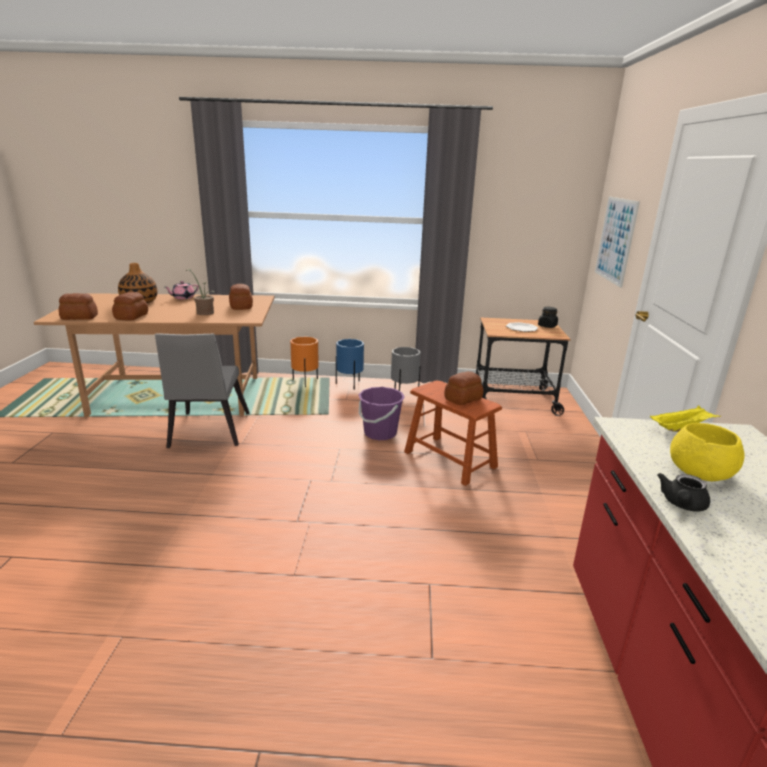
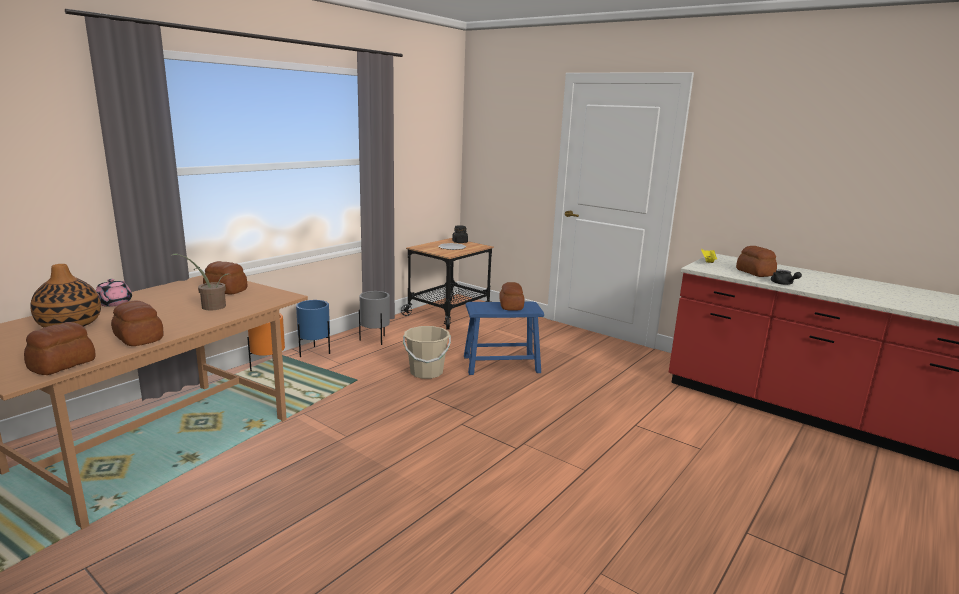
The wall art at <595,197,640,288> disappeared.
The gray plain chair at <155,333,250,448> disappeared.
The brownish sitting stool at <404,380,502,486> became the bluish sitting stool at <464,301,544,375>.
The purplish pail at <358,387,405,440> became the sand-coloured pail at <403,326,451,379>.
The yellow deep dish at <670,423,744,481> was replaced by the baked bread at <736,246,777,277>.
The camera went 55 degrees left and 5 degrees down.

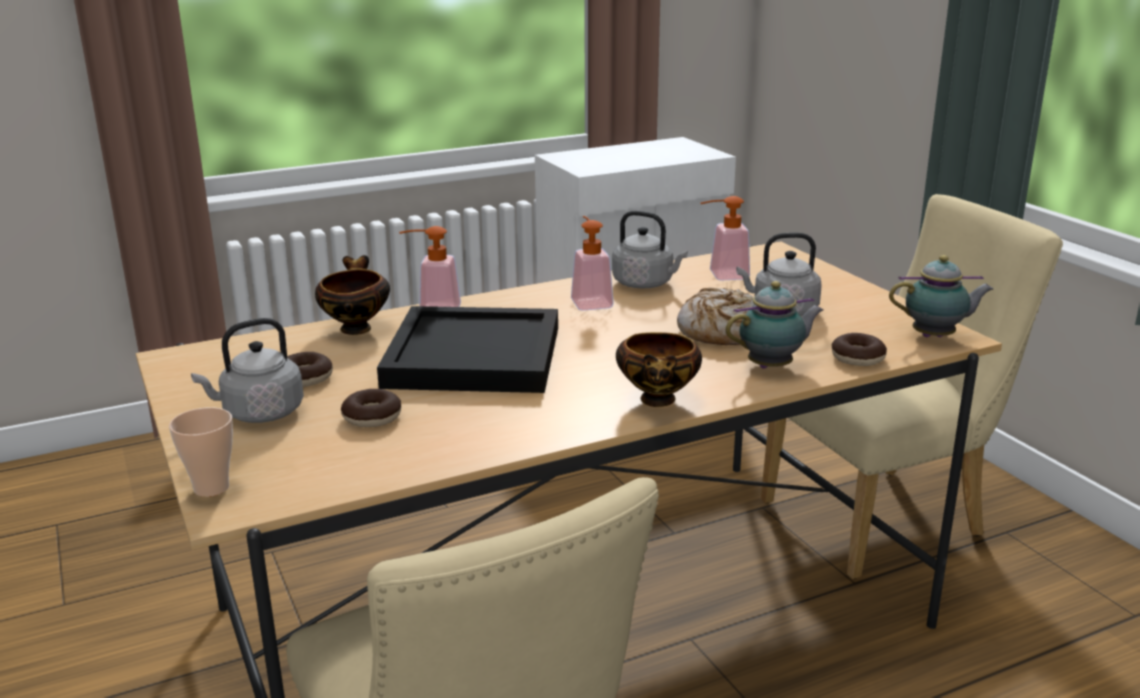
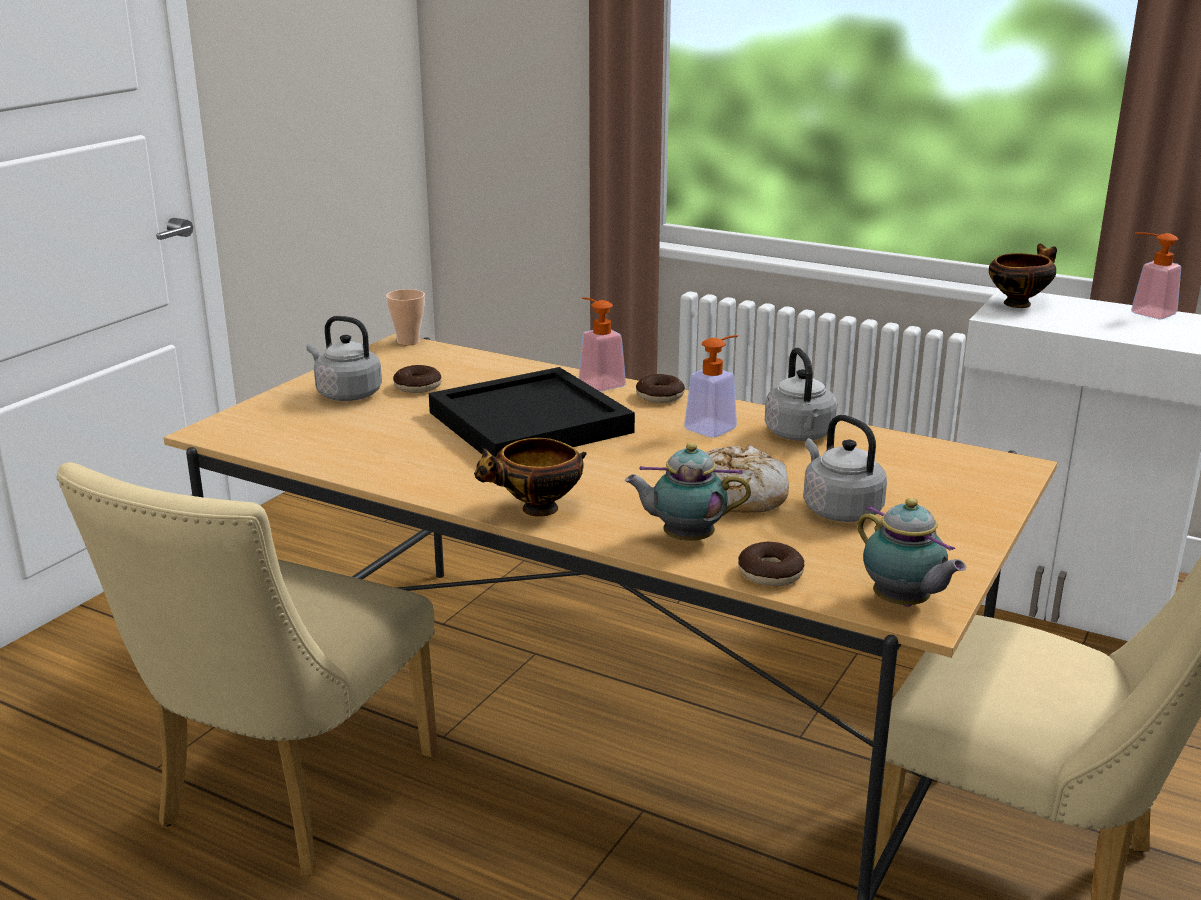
The soap bottle moved from <700,196,750,281> to <1131,233,1181,320>.
The deep dish moved from <315,255,390,335> to <989,244,1057,308>.
The pot for tea at <725,281,824,369> turned 150 degrees clockwise.
The ring doughnut moved from <341,389,401,427> to <636,374,685,403>.
The drinking cup moved from <169,407,233,497> to <386,289,425,345>.
The camera went 55 degrees right and 0 degrees up.

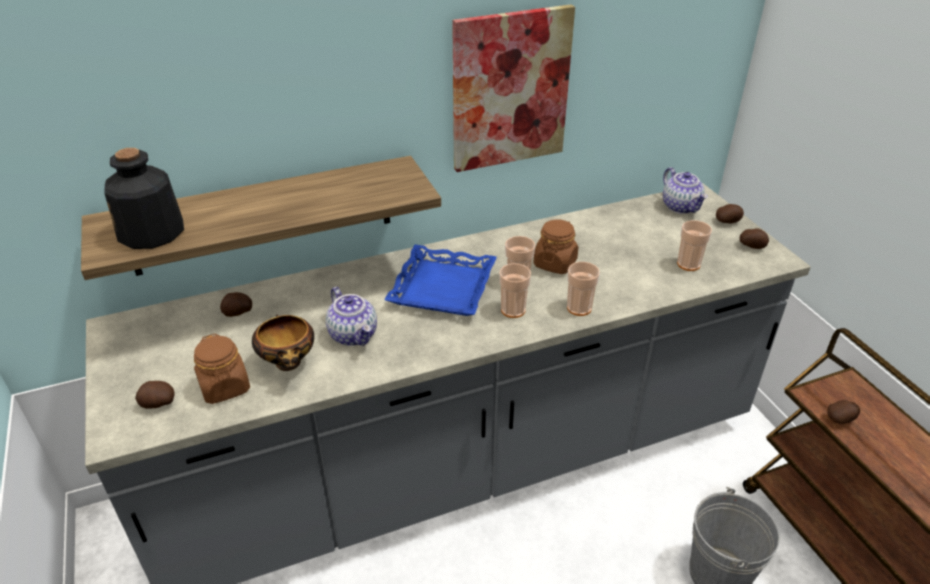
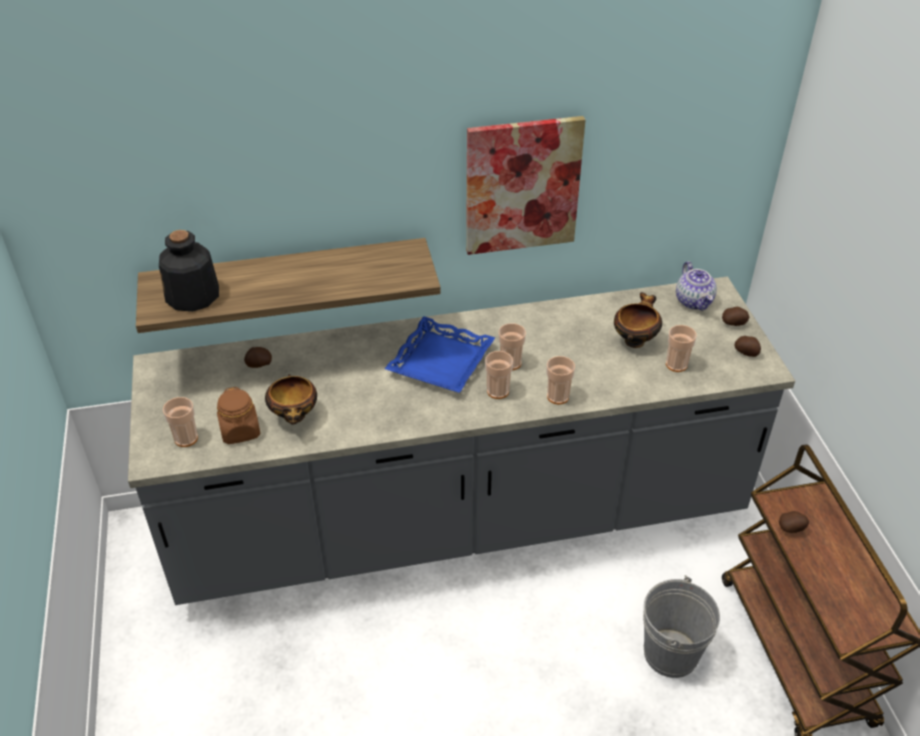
The brownish preserve jar at <533,220,578,274> disappeared.
The pot for tea at <326,287,377,346> disappeared.
The whole potato at <135,381,175,409> was replaced by the drinking cup at <163,397,198,447>.
The deep dish at <614,292,662,348> appeared.
The camera went 10 degrees right and 5 degrees up.

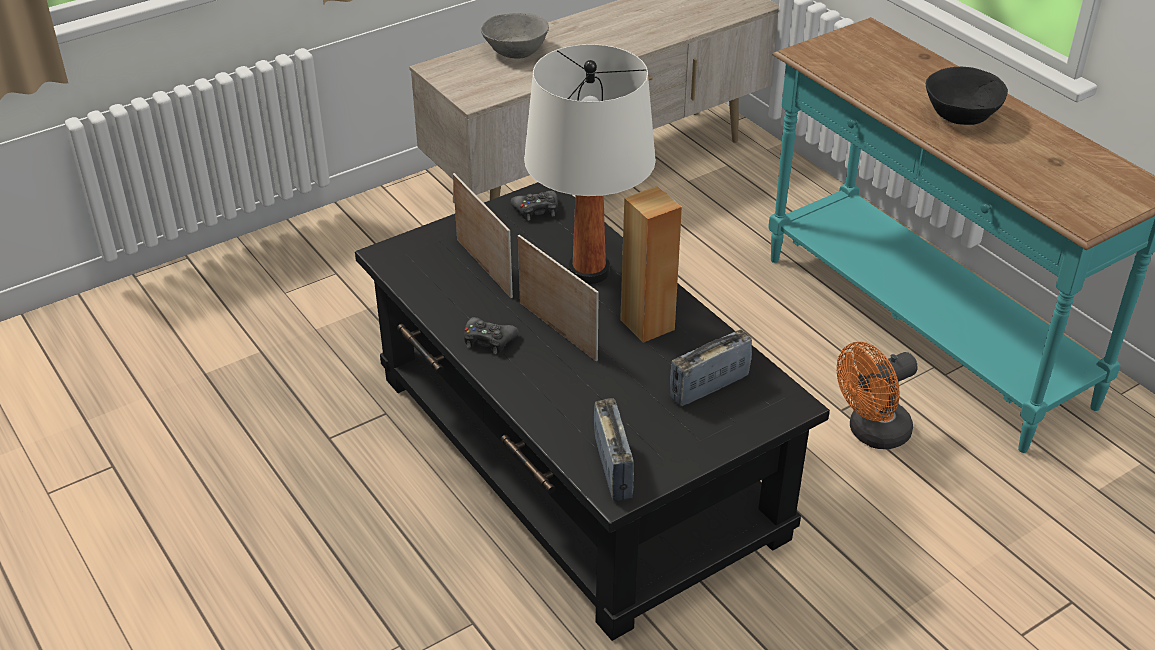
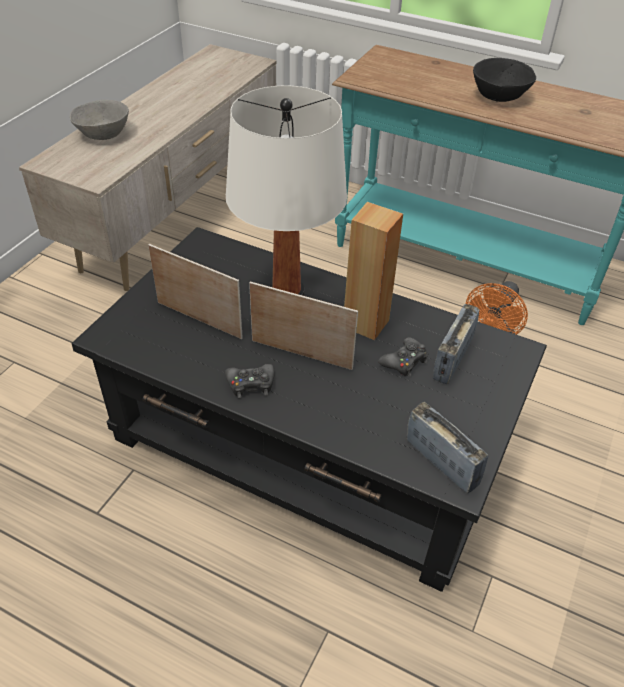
The black gamepad moved from <511,191,558,221> to <378,337,428,377>.
The camera went 30 degrees left and 5 degrees up.

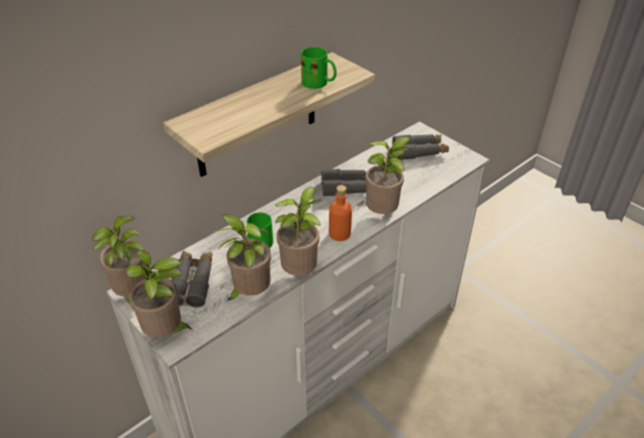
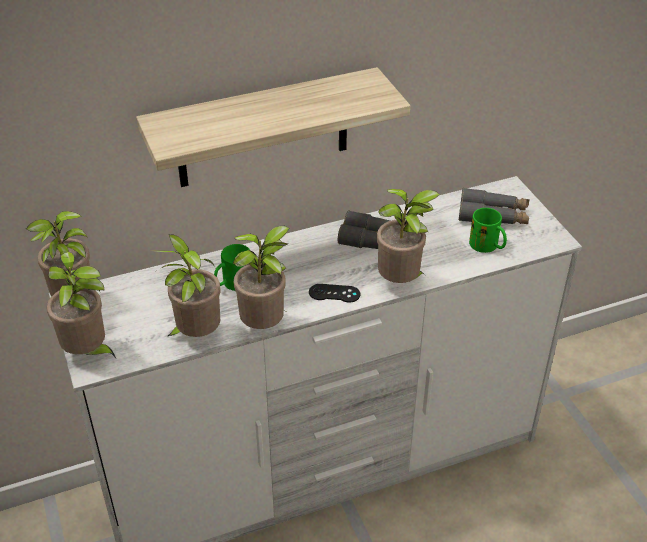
The green-coloured coffee mug moved from <301,47,336,89> to <469,208,507,253>.
The orange-coloured drink bottle at <329,185,352,241> was replaced by the black gamepad at <309,284,360,303>.
The gray field glasses at <171,251,213,308> disappeared.
The camera went 20 degrees right and 0 degrees up.

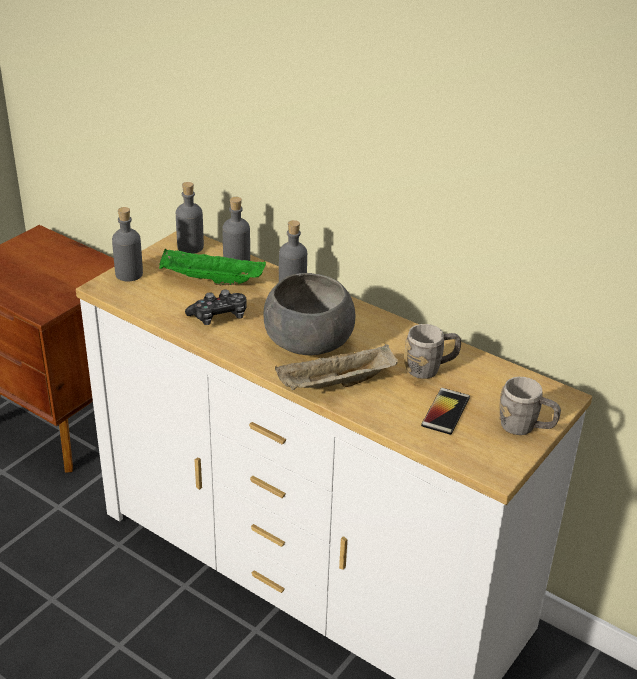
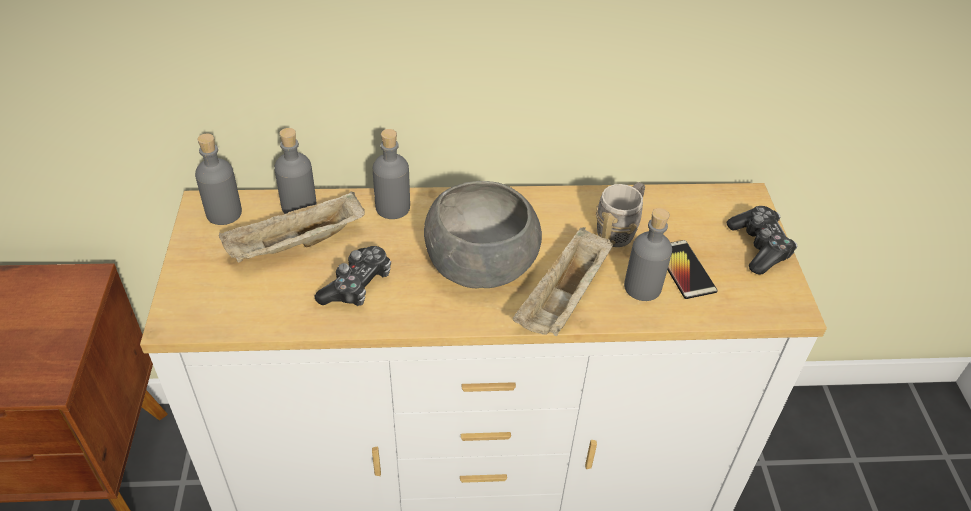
The gray drink bottle moved from <112,207,143,281> to <624,208,672,301>.
The green-coloured serving tray at <159,248,266,285> became the sand-coloured serving tray at <219,191,365,263>.
The gray coffee mug at <499,377,561,435> was replaced by the gamepad at <726,206,798,274>.
The camera went 40 degrees left and 10 degrees up.

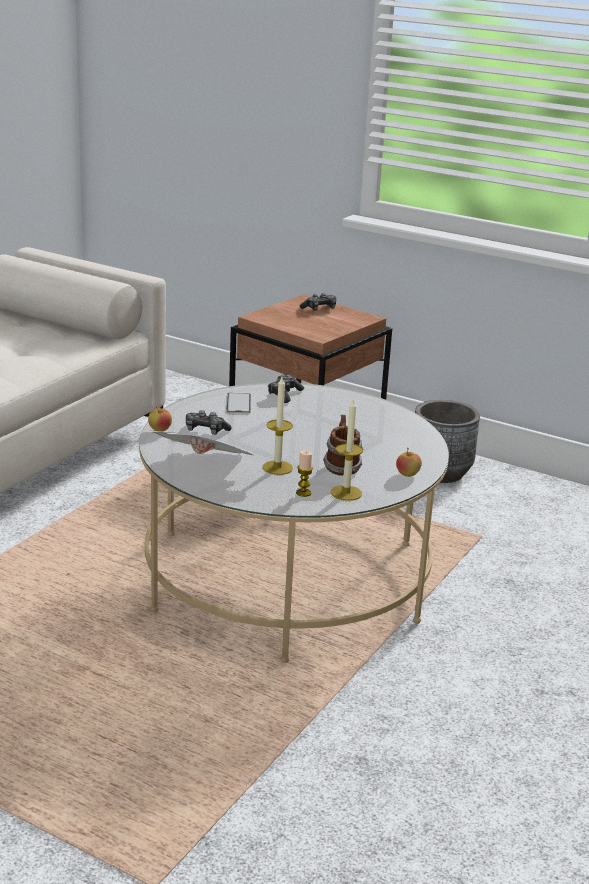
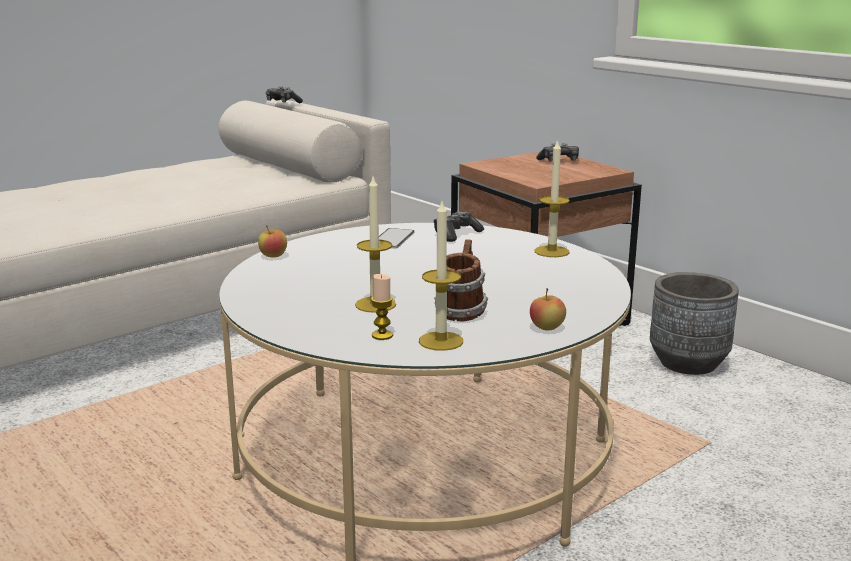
The gamepad moved from <186,410,232,435> to <266,86,303,103>.
The daily paper at <142,430,253,455> disappeared.
The wax light at <535,139,570,257> appeared.
The camera went 20 degrees right and 5 degrees down.

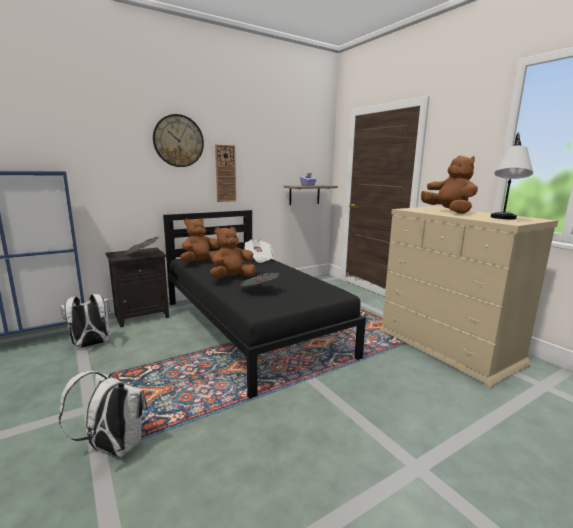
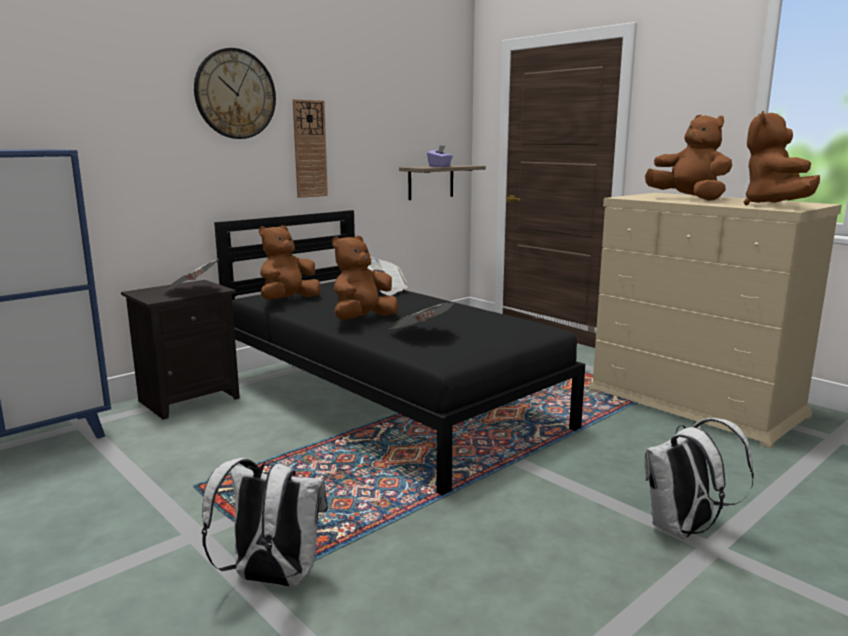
The tabletop lamp at <491,132,533,219> was replaced by the brownish soft toy at <744,111,820,205>.
The whitish rucksack moved from <60,294,110,348> to <644,418,754,539>.
The camera went 10 degrees left and 0 degrees up.

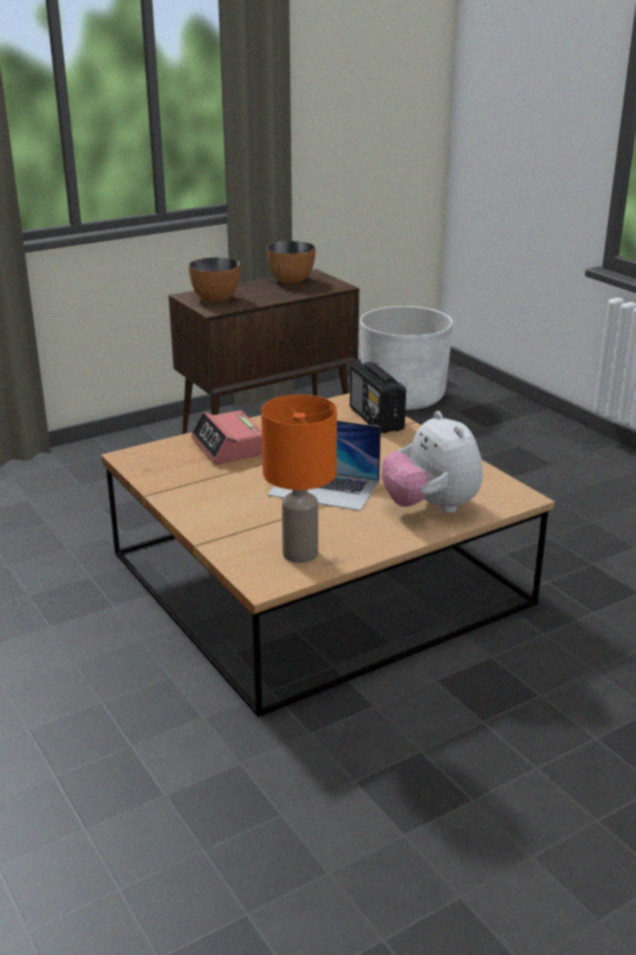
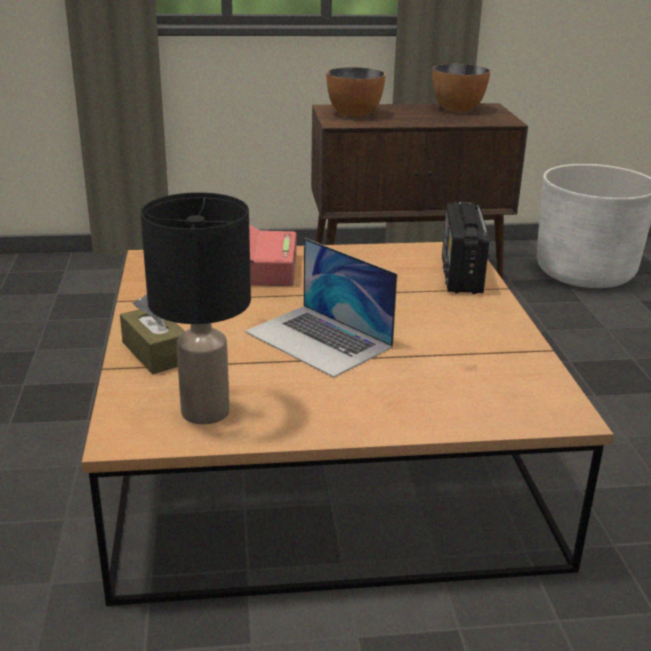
The orange-coloured tabletop lamp at <261,394,337,563> became the black tabletop lamp at <140,192,251,424>.
The soft toy at <382,411,483,513> disappeared.
The brownish tissue holder at <120,295,185,374> appeared.
The camera went 25 degrees right and 0 degrees up.

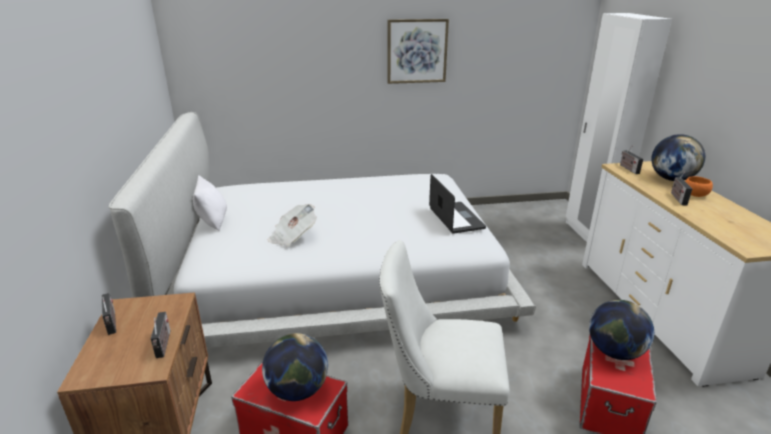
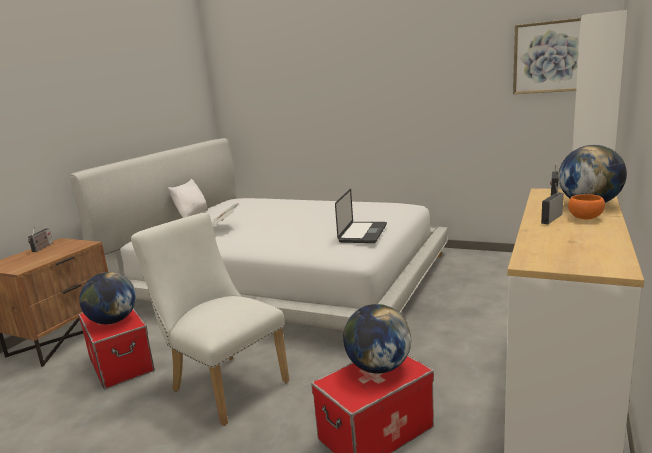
The wall art moved from <387,19,449,84> to <513,18,581,94>.
The radio set at <151,312,171,358> disappeared.
The camera went 35 degrees right and 10 degrees down.

